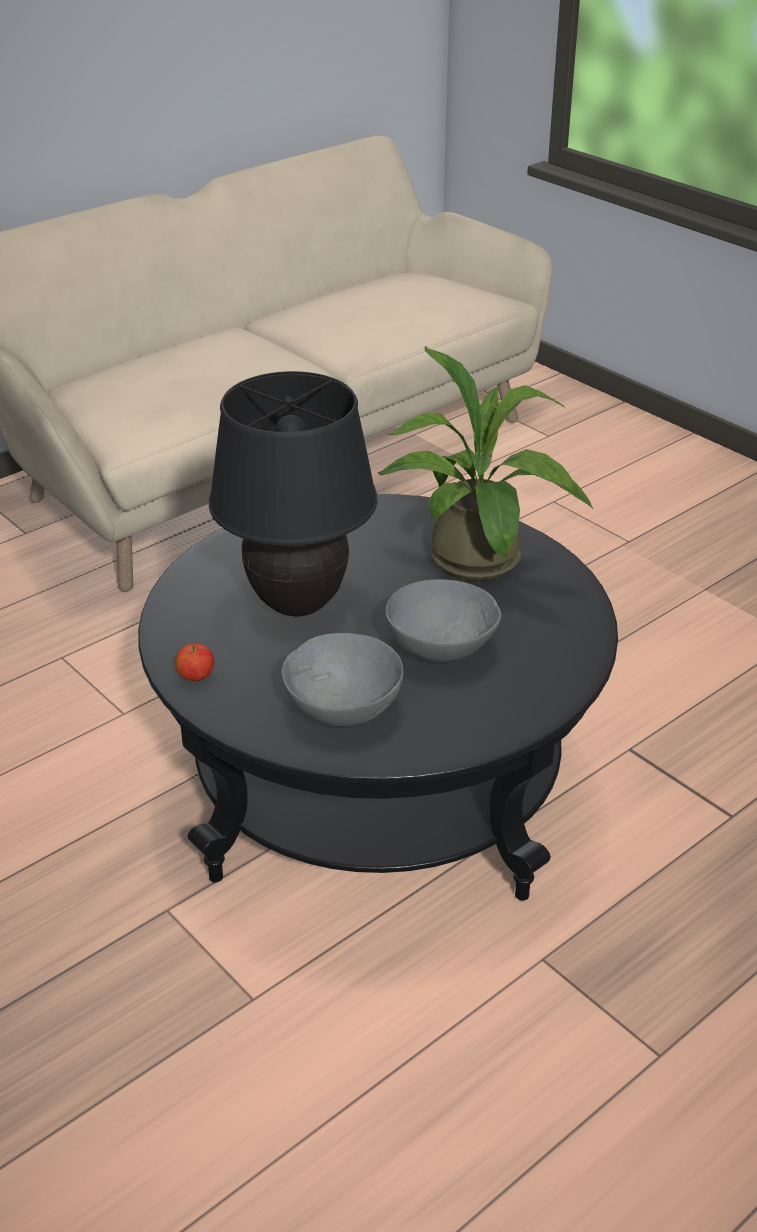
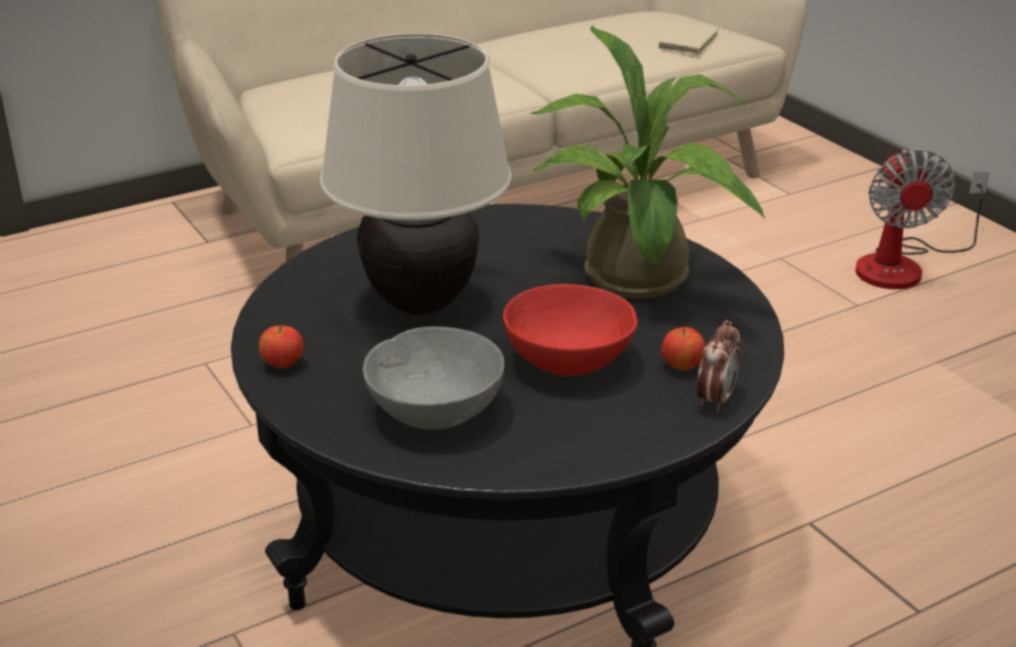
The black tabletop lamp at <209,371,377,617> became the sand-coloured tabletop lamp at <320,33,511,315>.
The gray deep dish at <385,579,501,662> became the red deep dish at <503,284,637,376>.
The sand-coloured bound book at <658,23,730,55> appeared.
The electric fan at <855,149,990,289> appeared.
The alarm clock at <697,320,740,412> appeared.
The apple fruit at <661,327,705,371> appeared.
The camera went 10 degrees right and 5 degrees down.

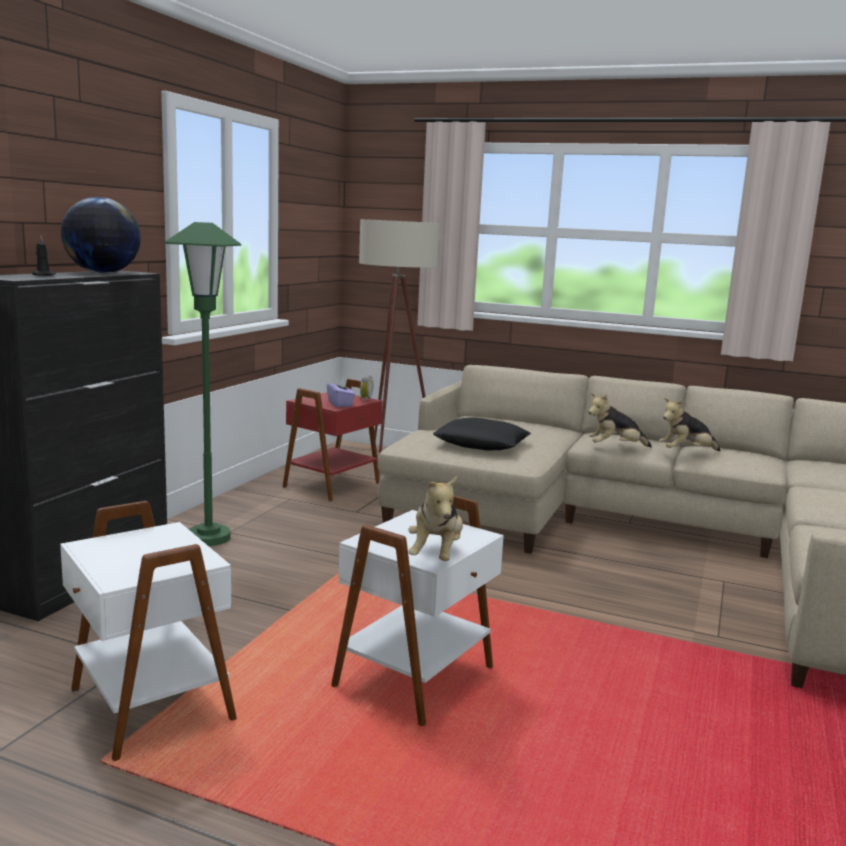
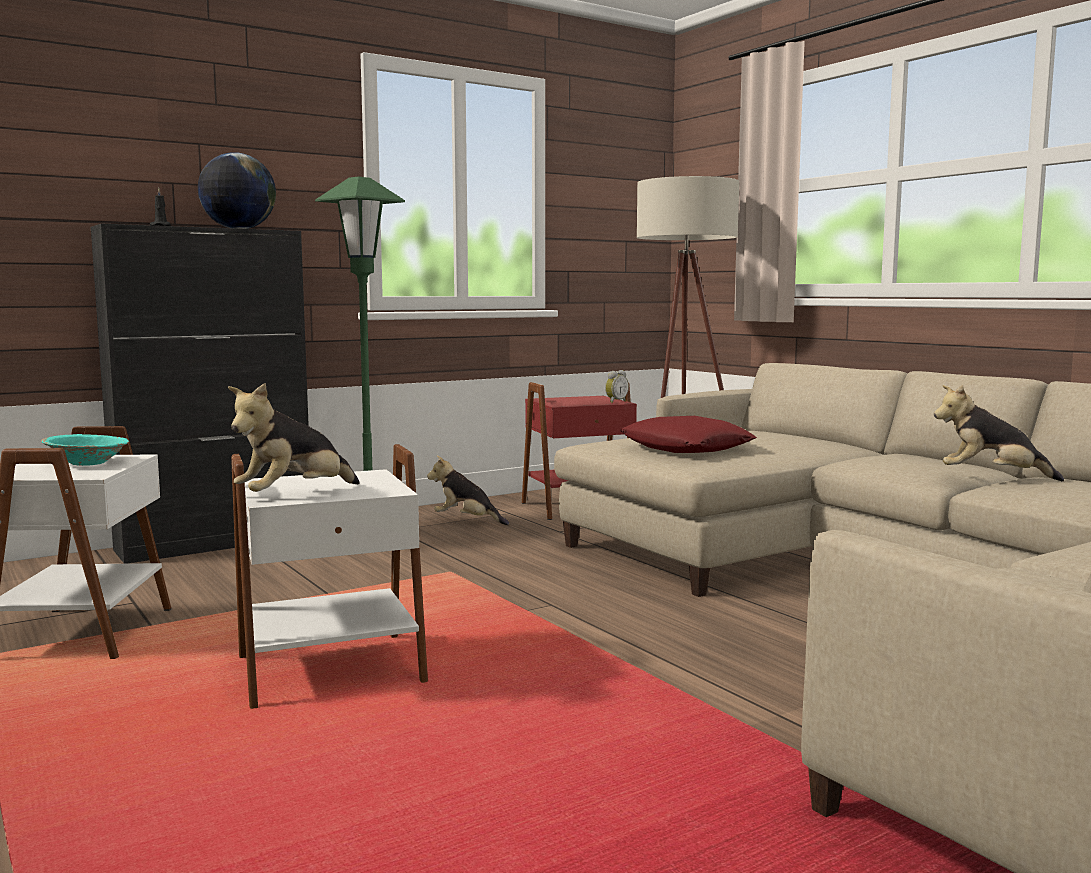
The purplish tissue holder at <327,378,355,407> disappeared.
The soft toy moved from <588,393,652,447> to <427,455,510,525>.
The black pillow at <433,417,531,451> became the red pillow at <620,416,757,453>.
The blue-green deep dish at <41,434,129,466> appeared.
The camera went 35 degrees right and 5 degrees down.

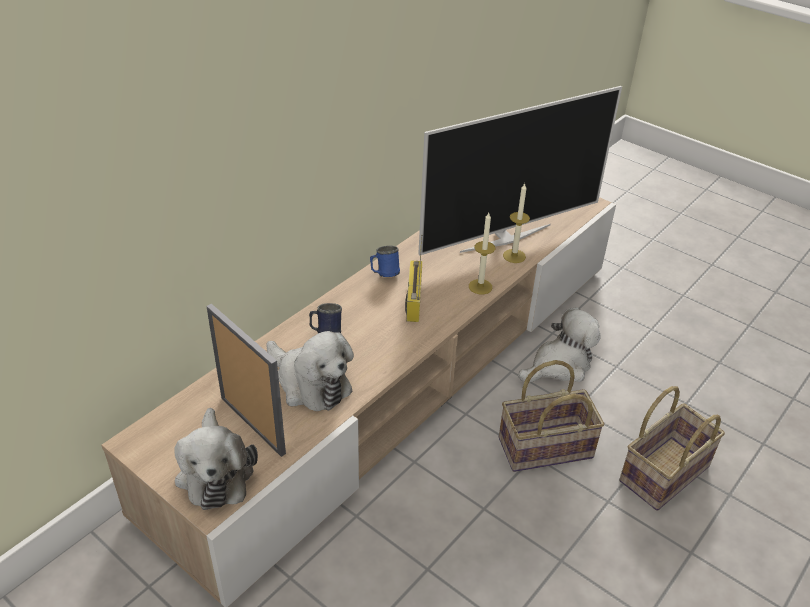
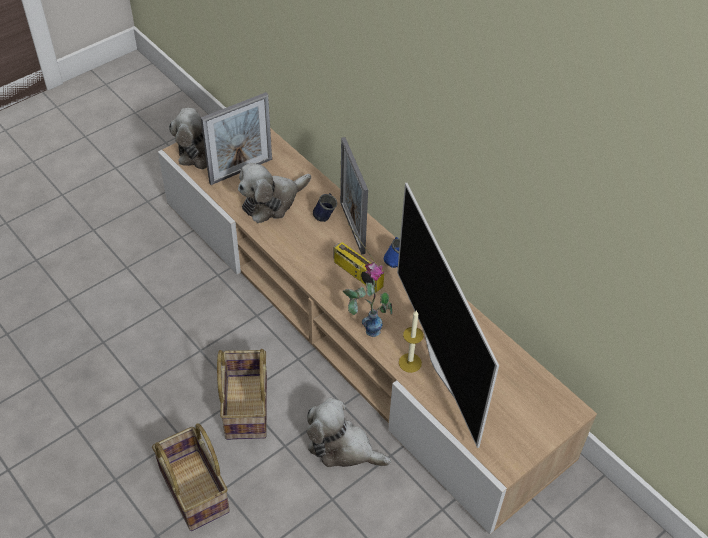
The wax light at <469,213,495,295> was replaced by the decorative vase at <343,262,393,337>.
The radio set at <405,235,422,322> turned 150 degrees counterclockwise.
The soft toy at <518,308,601,383> turned 135 degrees clockwise.
The photo frame at <340,137,368,255> appeared.
The camera went 100 degrees right and 10 degrees up.

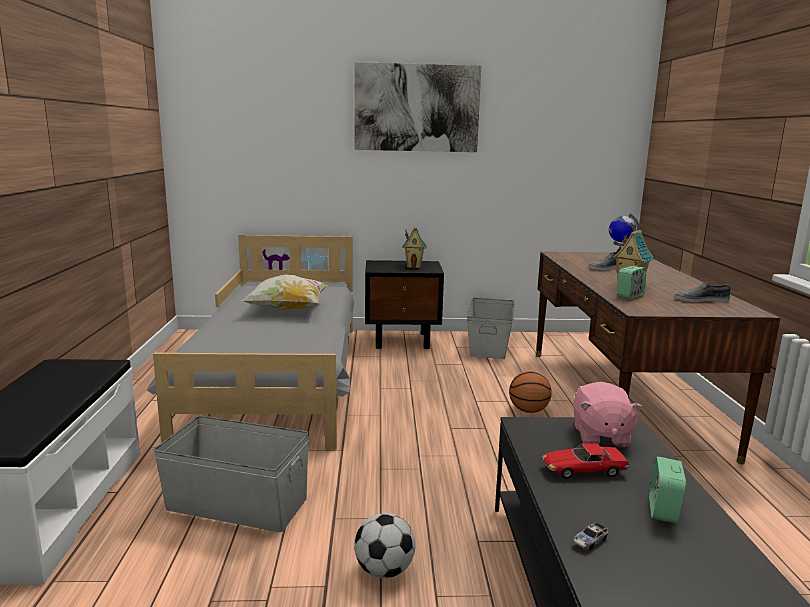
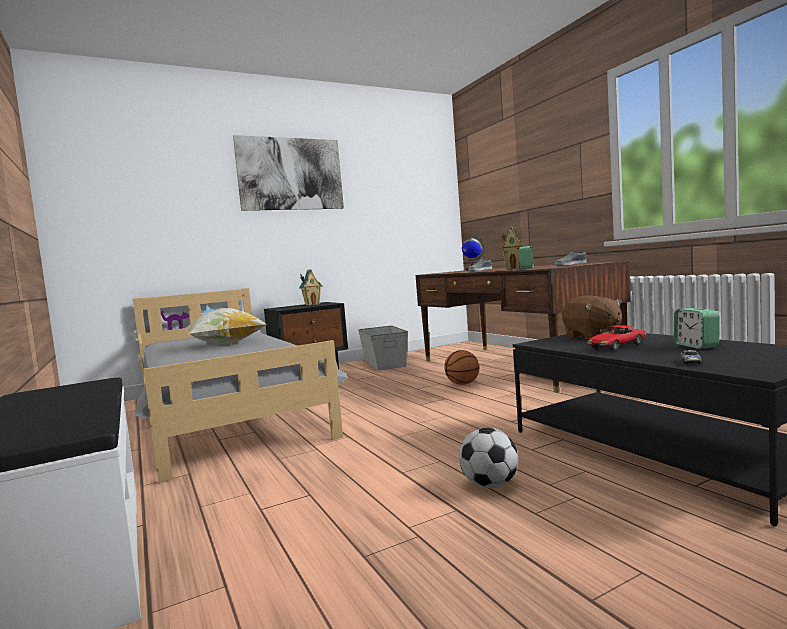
The pink-coloured soft toy at <573,382,643,447> became the brownish soft toy at <562,295,622,339>.
The gray storage box at <153,416,309,532> disappeared.
The camera went 25 degrees left and 10 degrees down.

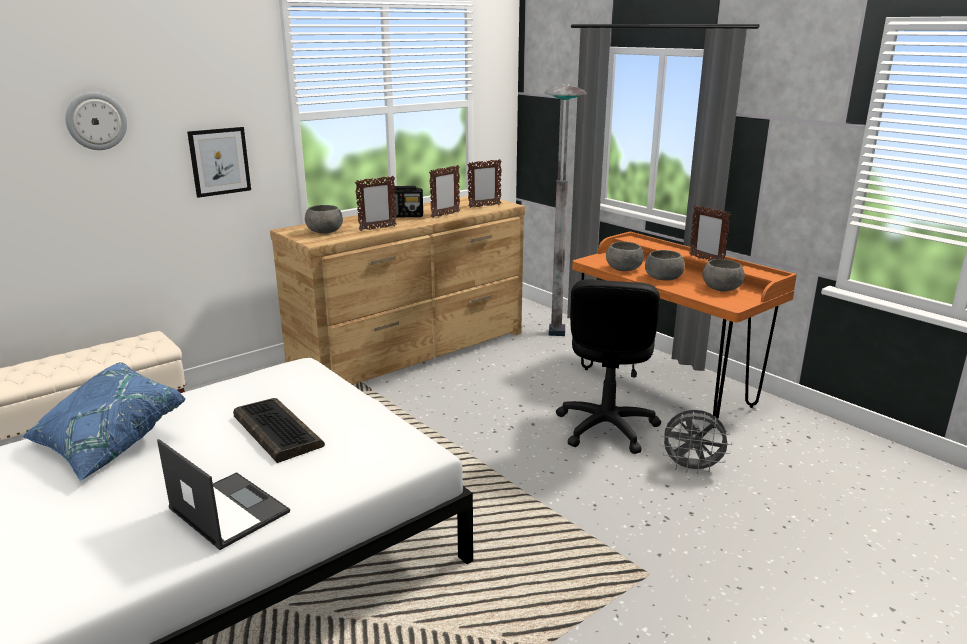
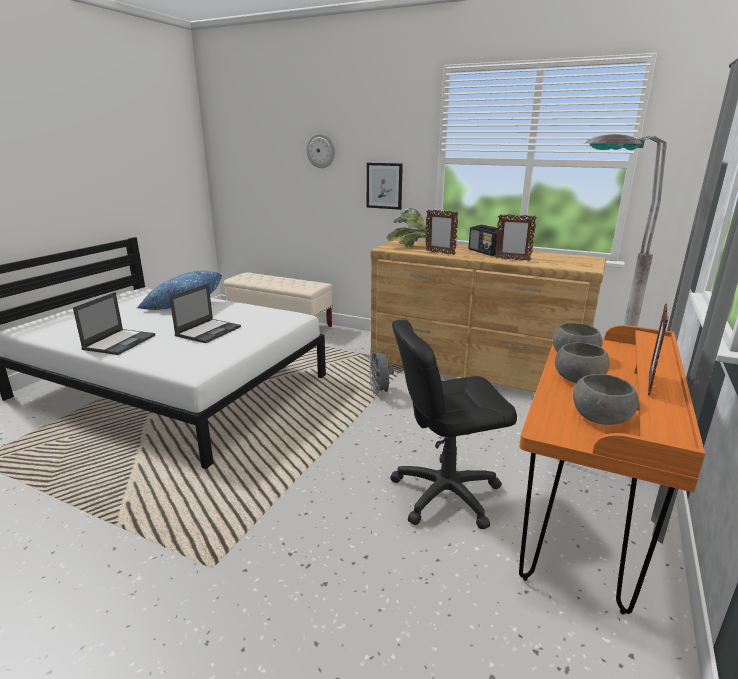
The photo frame at <467,159,502,208> disappeared.
The gray deep dish at <305,205,343,233> was replaced by the potted plant at <387,208,430,247>.
The PC keyboard at <233,398,325,463> was replaced by the notebook computer at <169,284,241,343>.
The gray electric fan moved from <660,410,732,474> to <368,348,394,396>.
The camera went 65 degrees right and 0 degrees up.

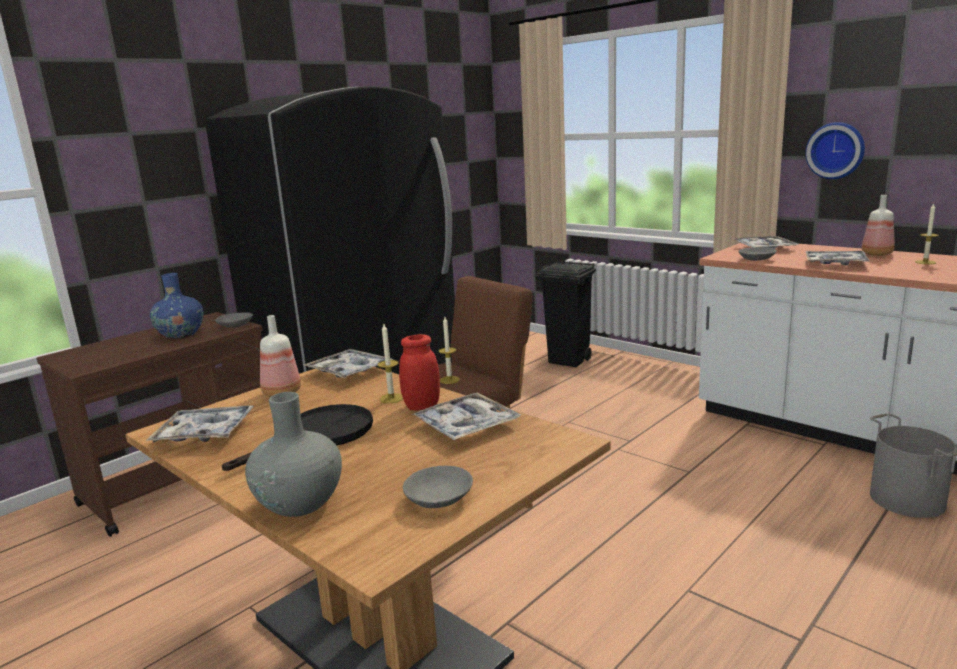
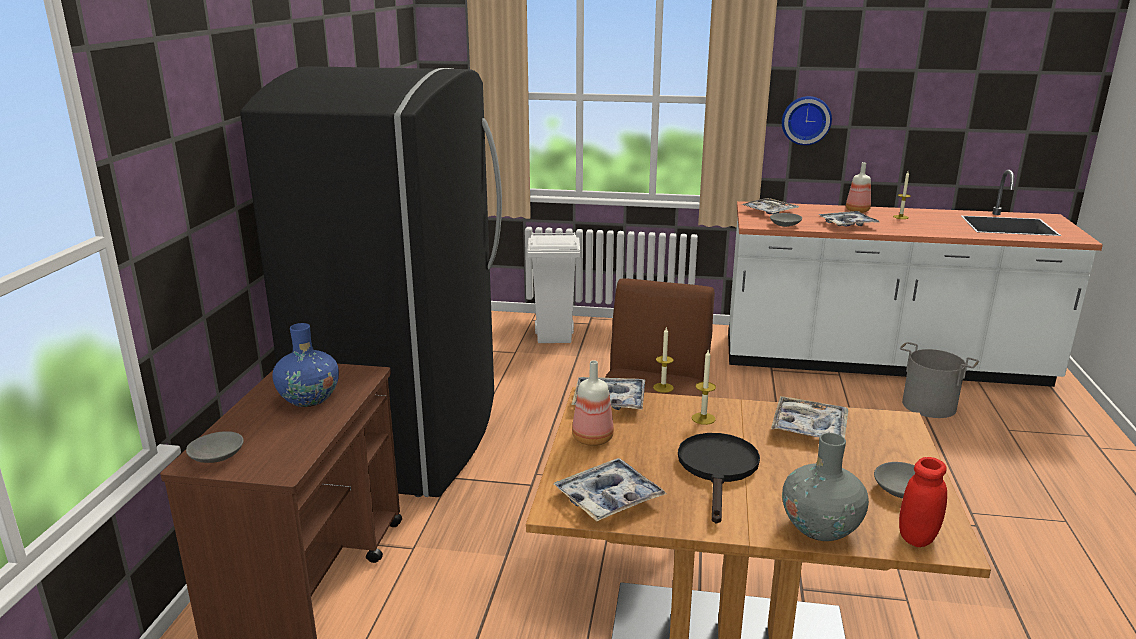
The black rubbish bin at <536,261,596,367> became the whitish rubbish bin at <527,232,580,343>.
The gray deep dish moved from <215,312,253,328> to <186,431,244,463>.
The red preserve jar moved from <399,334,440,410> to <899,457,947,547>.
The camera went 35 degrees left and 5 degrees up.

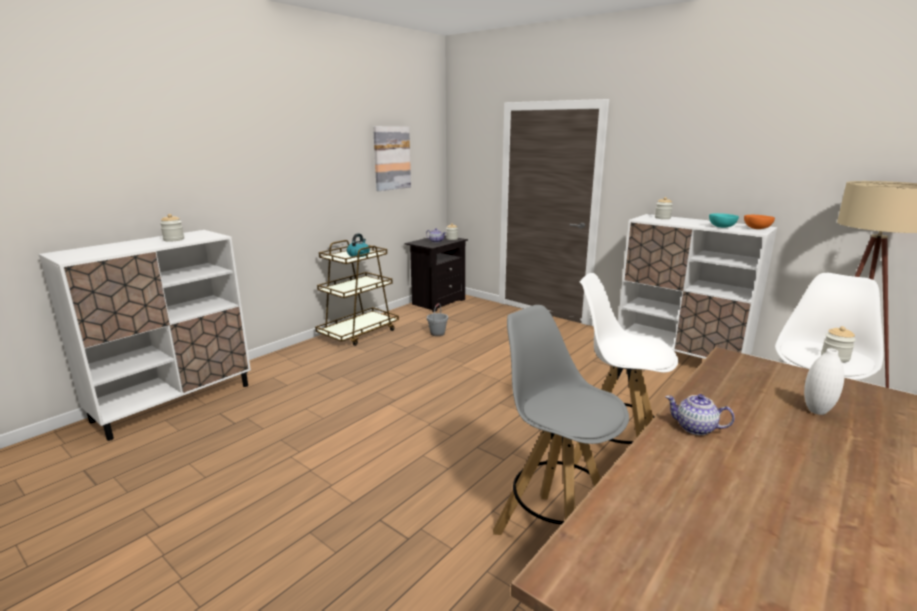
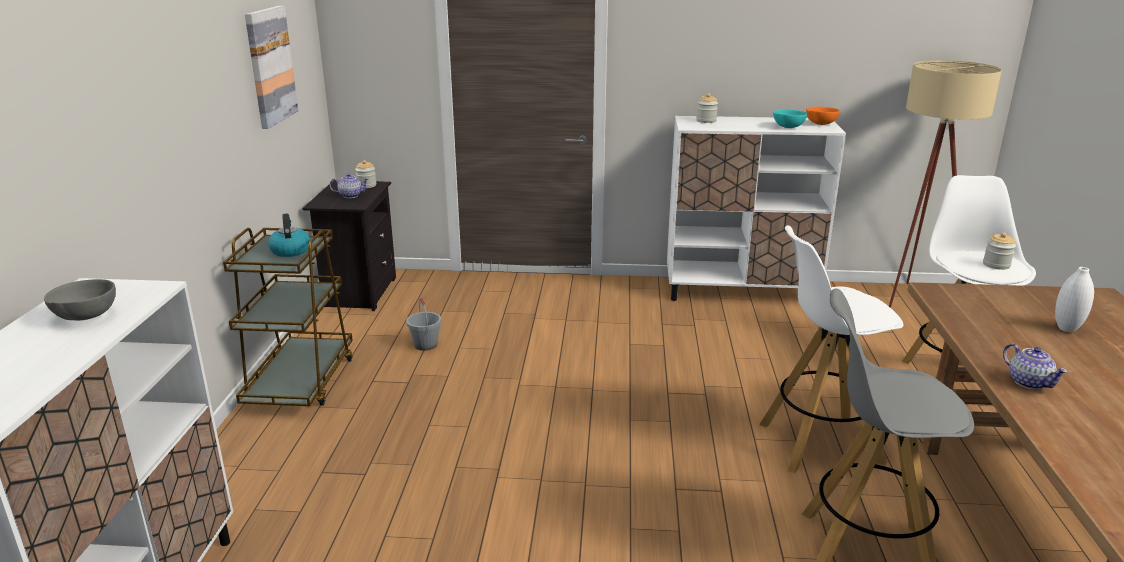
The preserve jar at <160,214,184,242> was replaced by the gray deep dish at <44,279,116,321>.
The pot for tea at <665,394,735,435> turned 105 degrees counterclockwise.
The camera went 35 degrees left and 5 degrees up.

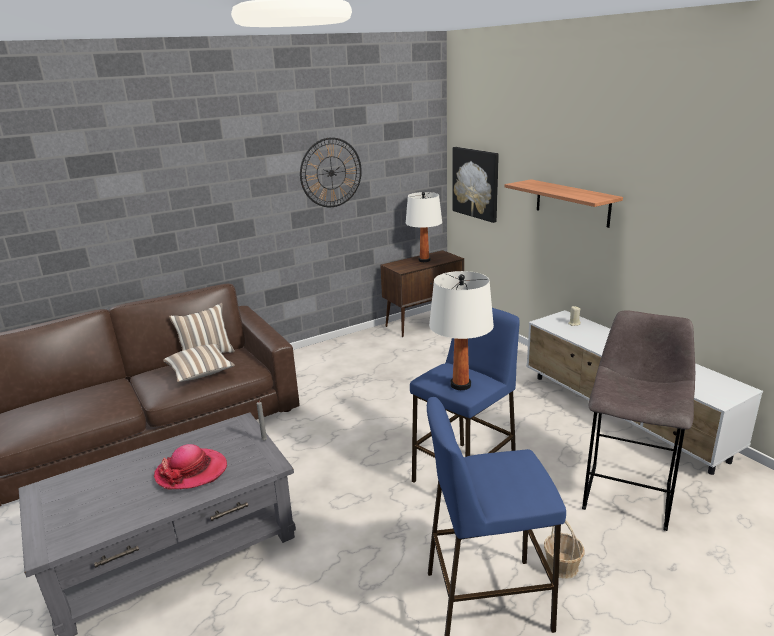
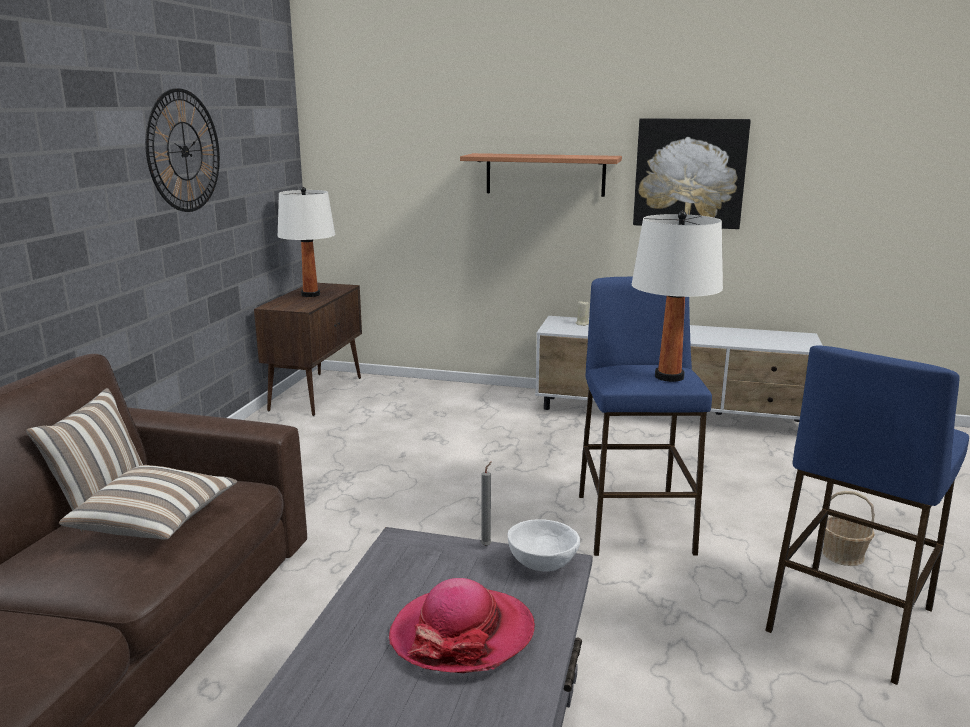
The wall art moved from <453,147,499,223> to <633,118,751,229>.
The gray sitting stool at <582,310,695,531> disappeared.
The whitish deep dish at <508,519,580,572> appeared.
The camera went 45 degrees left and 5 degrees down.

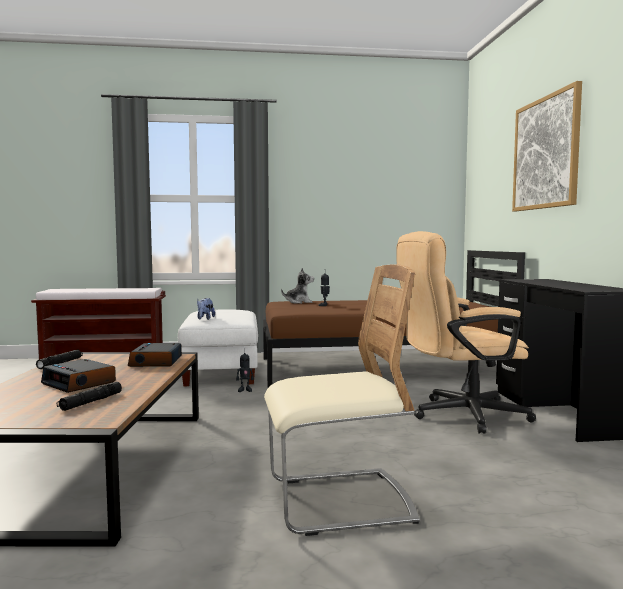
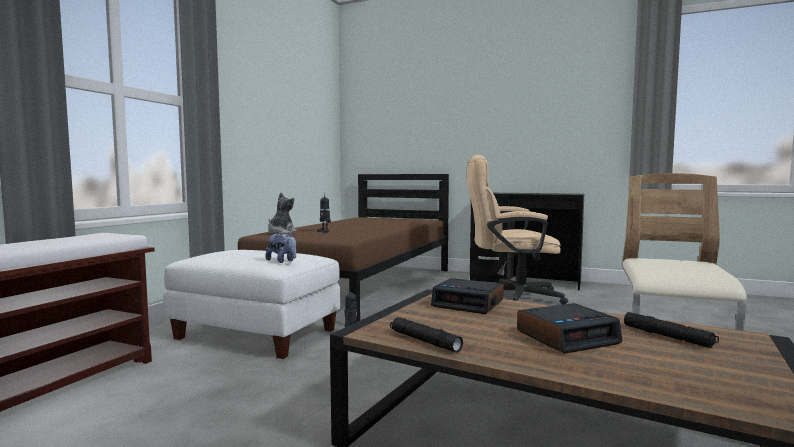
The wall art at <512,81,582,211> disappeared.
The sand-coloured desk chair at <397,231,536,434> turned 75 degrees clockwise.
The camera went 60 degrees left and 0 degrees up.

